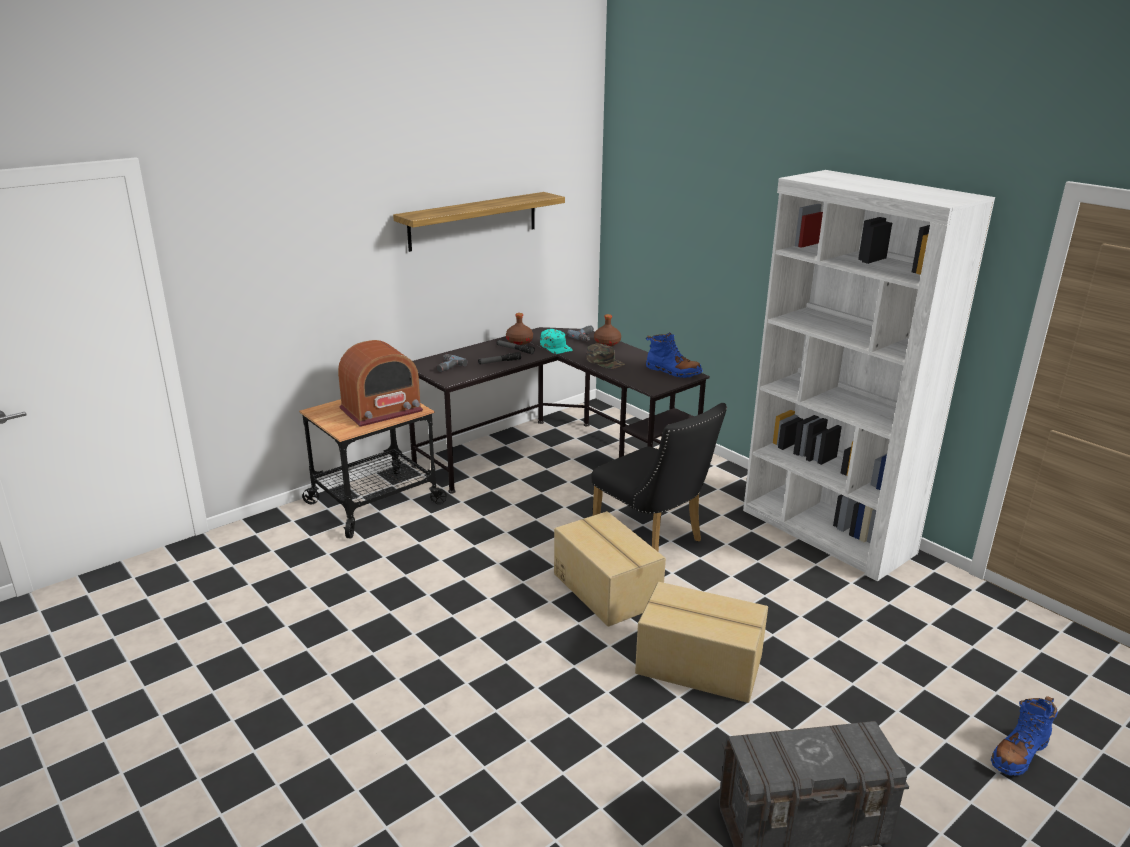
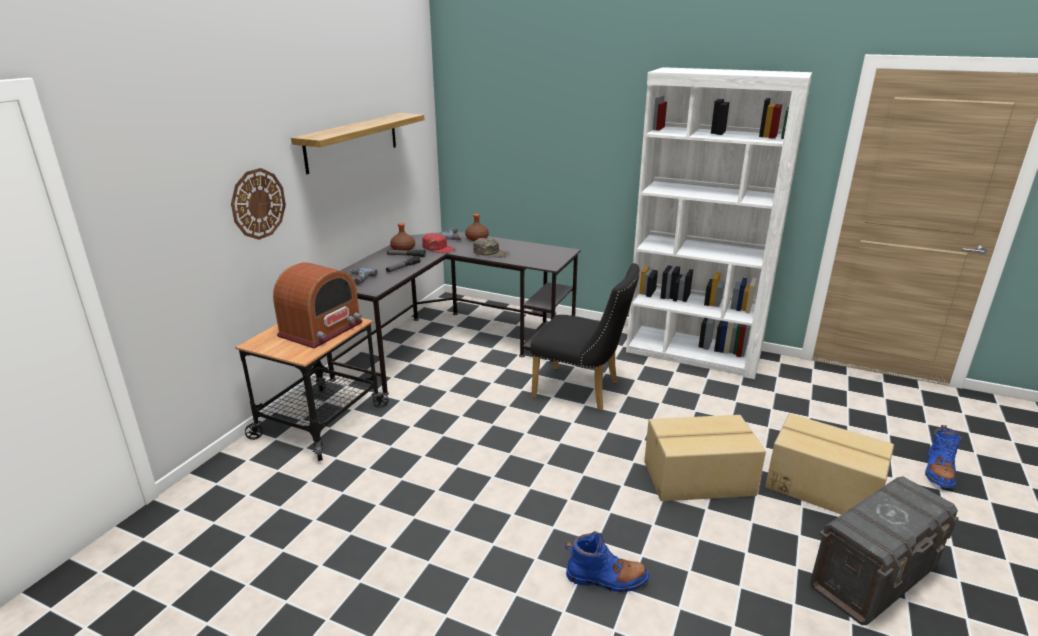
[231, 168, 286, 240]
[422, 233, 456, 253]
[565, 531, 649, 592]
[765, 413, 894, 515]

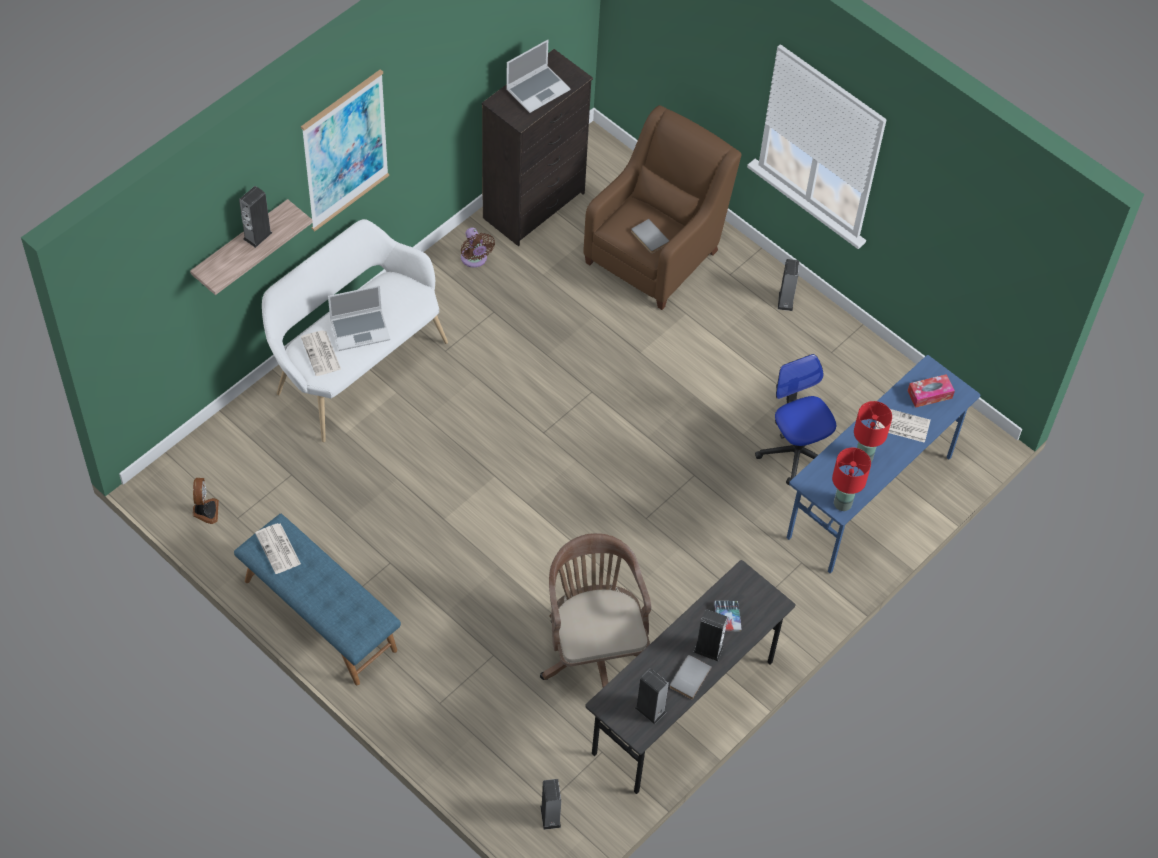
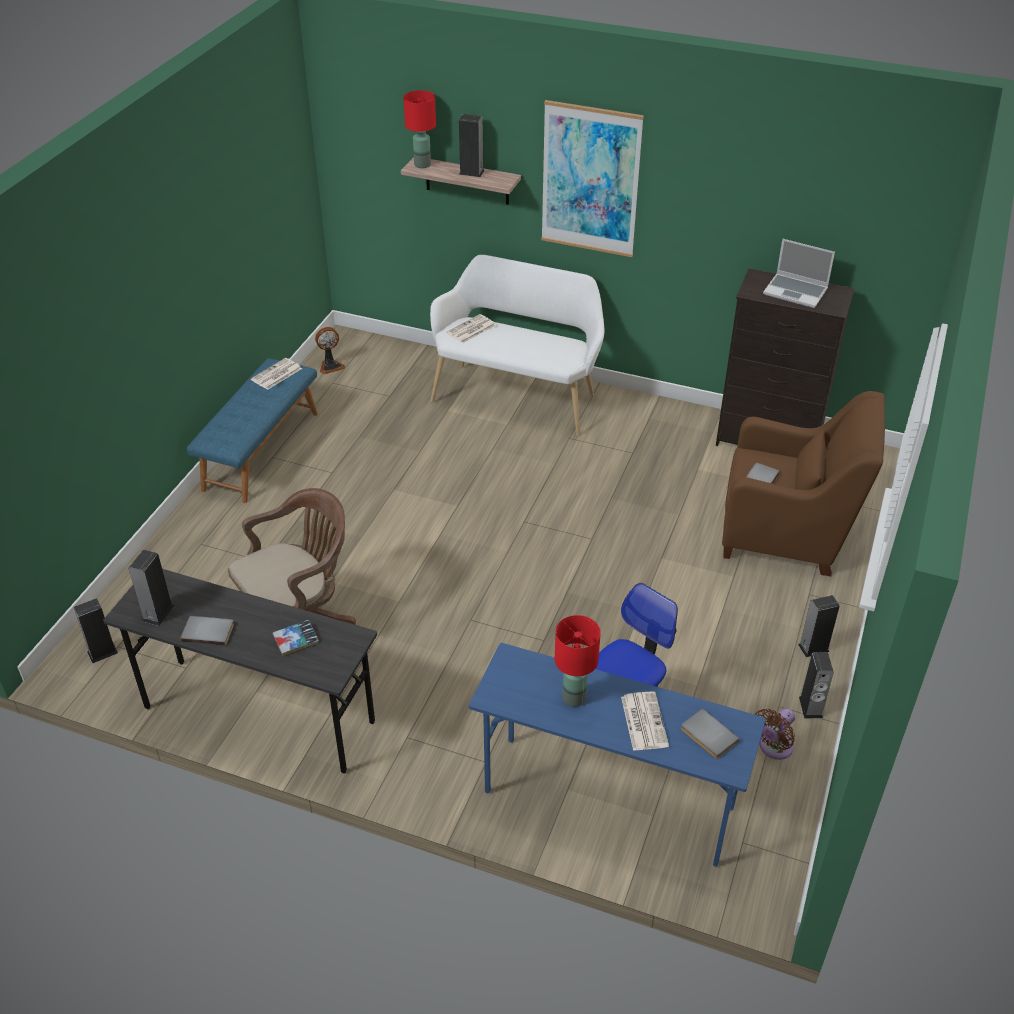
[404, 90, 436, 168]
[681, 708, 740, 759]
[755, 708, 795, 760]
[799, 652, 834, 719]
[328, 285, 390, 351] (first image)

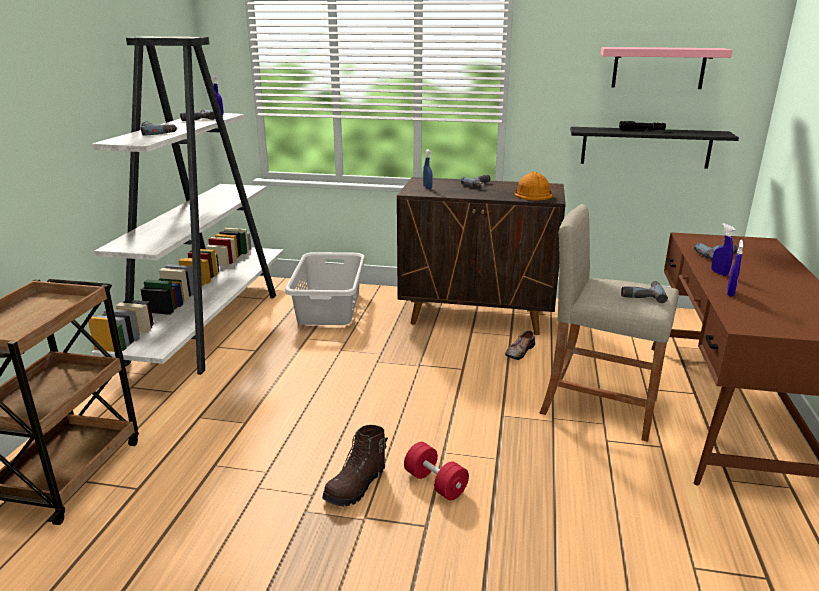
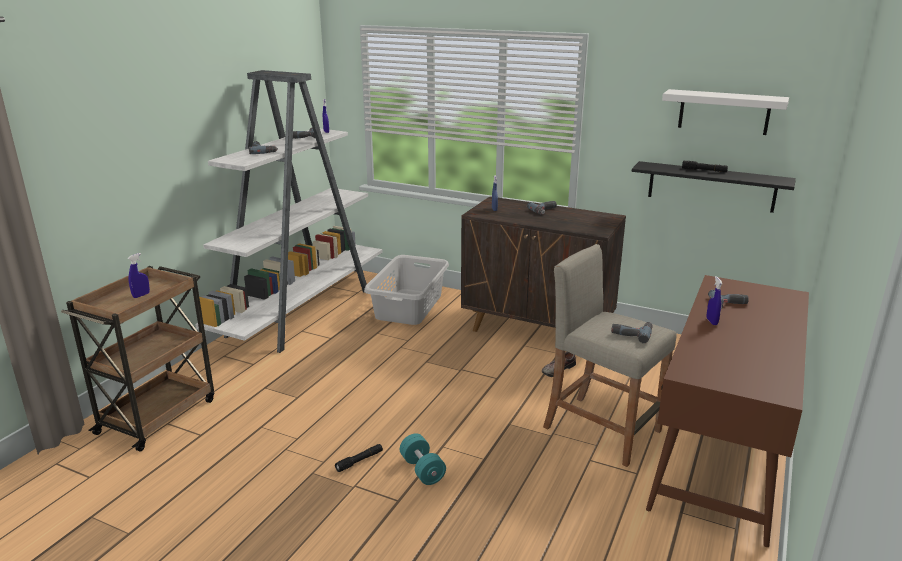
[128, 253, 150, 298]
[335, 444, 383, 472]
[400, 434, 446, 485]
[662, 89, 789, 135]
[514, 172, 552, 201] (first image)

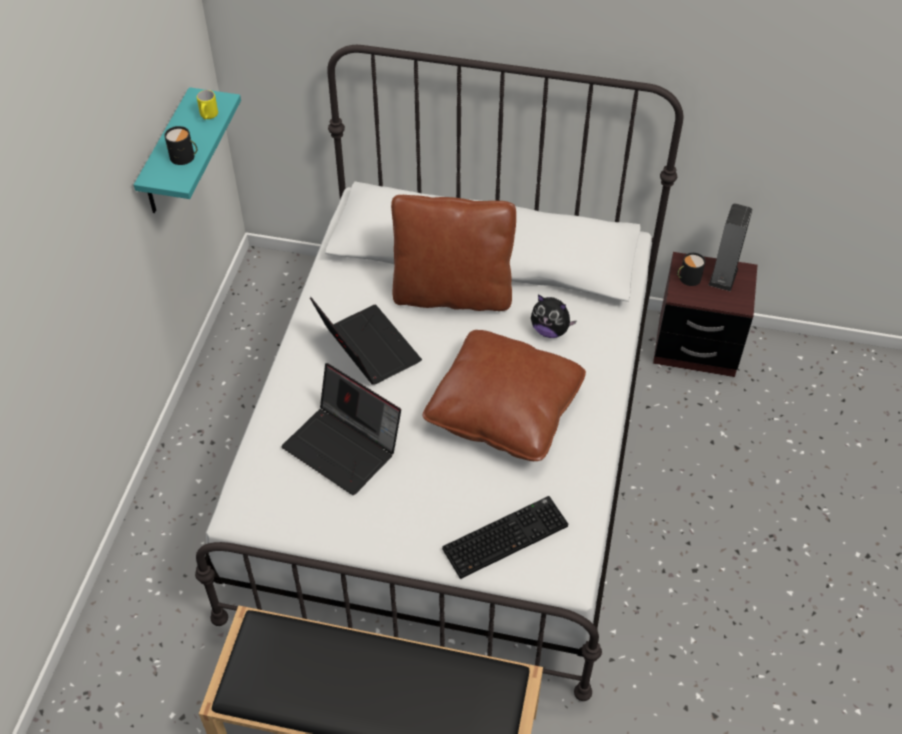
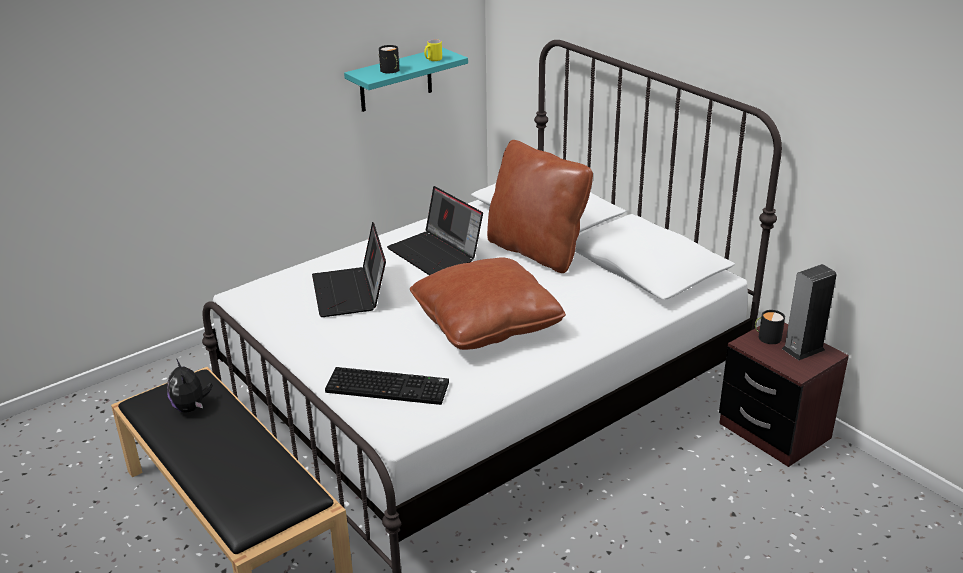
[167, 360, 213, 413]
[387, 186, 483, 275]

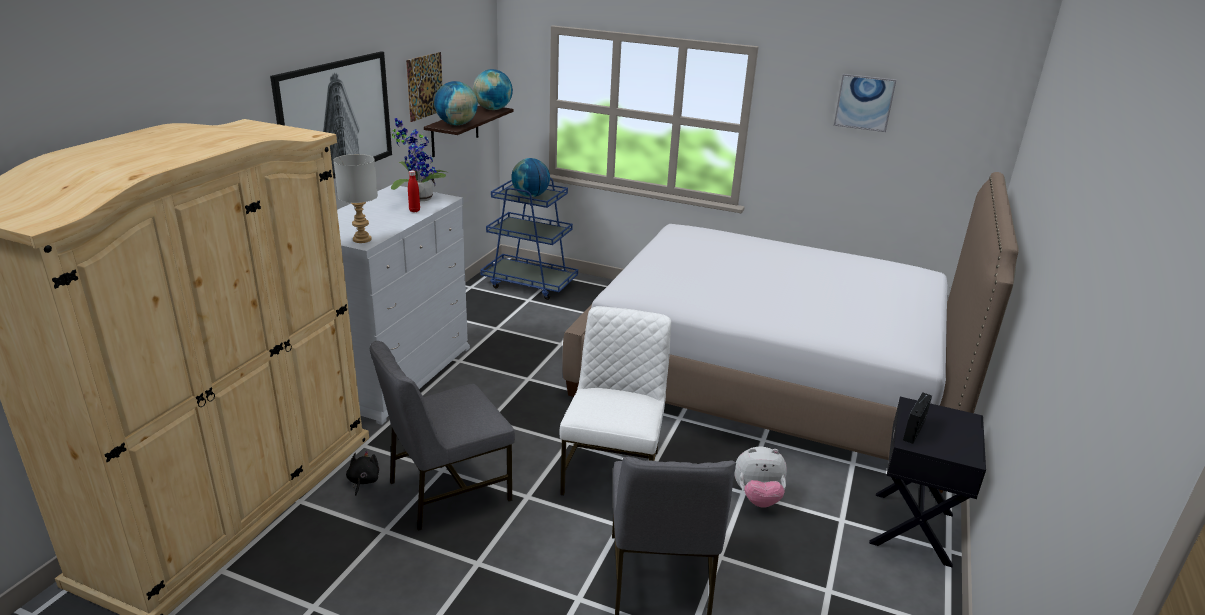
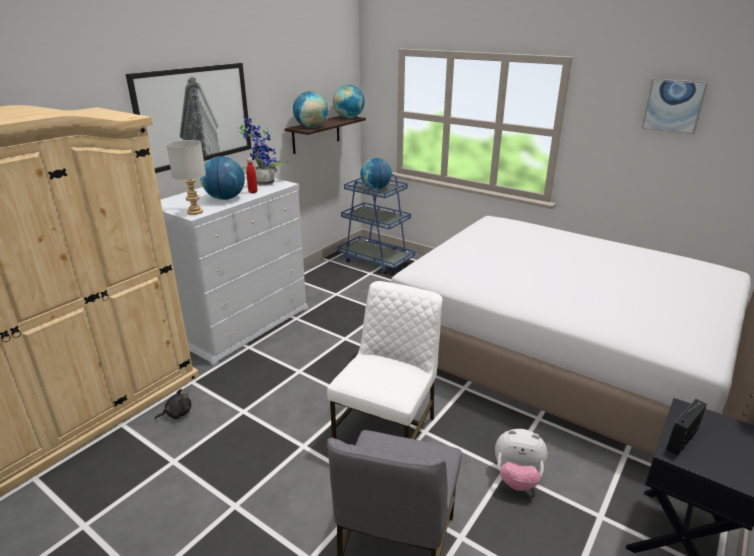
[155, 389, 191, 419]
[200, 156, 245, 200]
[370, 341, 515, 531] (first image)
[406, 52, 443, 122] (first image)

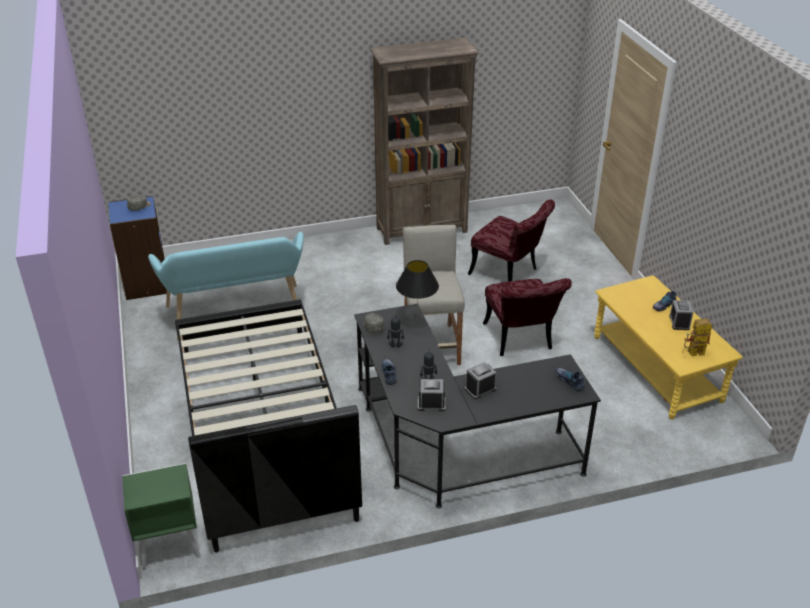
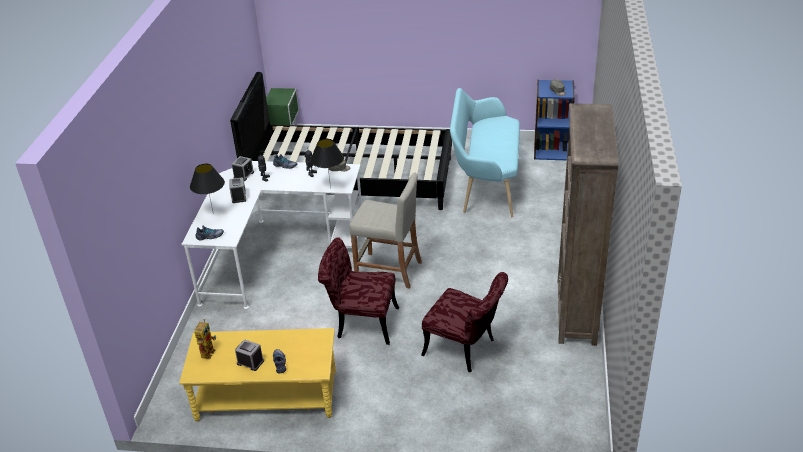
[181, 161, 362, 309]
[190, 164, 225, 214]
[421, 272, 508, 372]

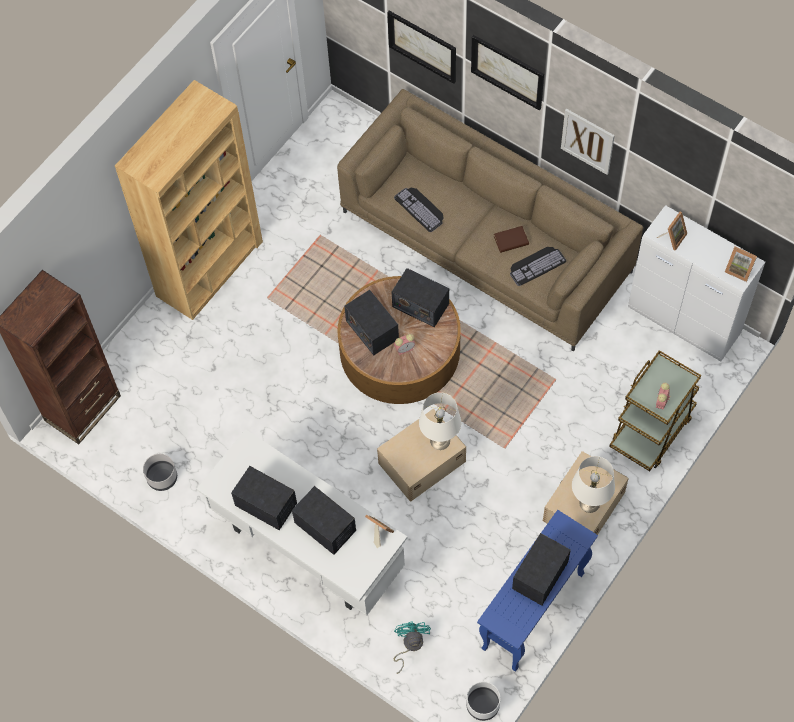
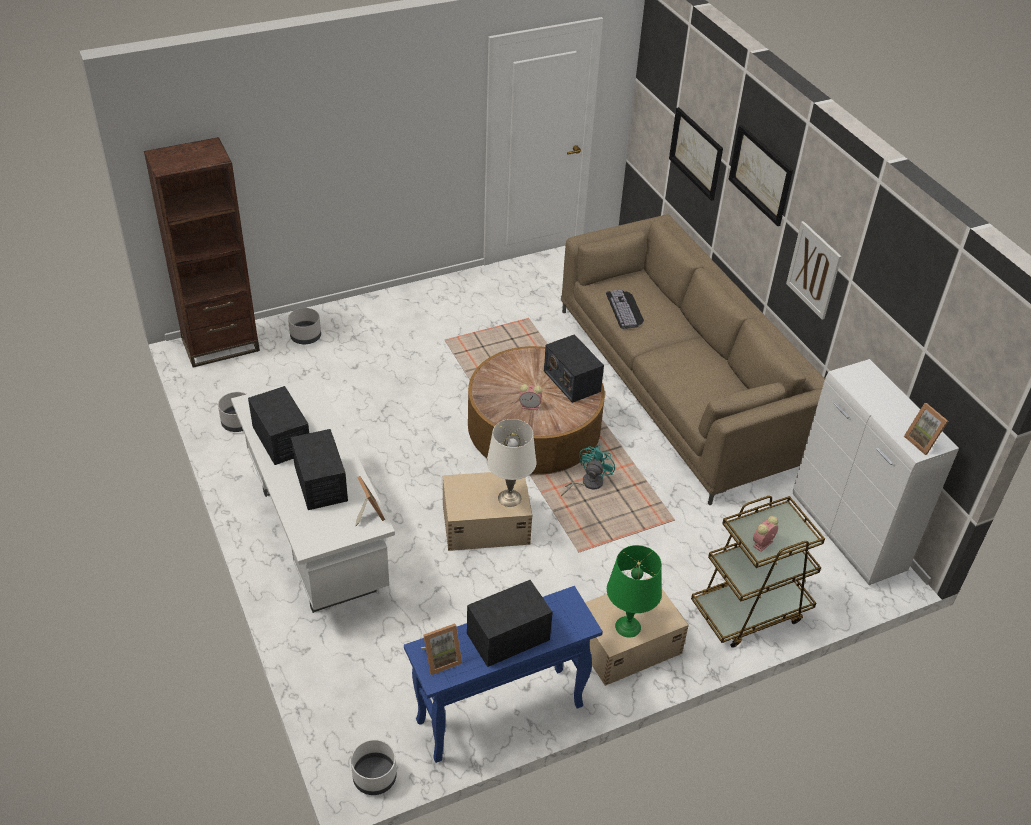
[288, 308, 321, 344]
[421, 623, 462, 675]
[561, 446, 615, 497]
[607, 545, 662, 638]
[115, 80, 263, 320] (first image)
[344, 290, 399, 355] (first image)
[494, 226, 529, 253] (first image)
[510, 247, 566, 286] (first image)

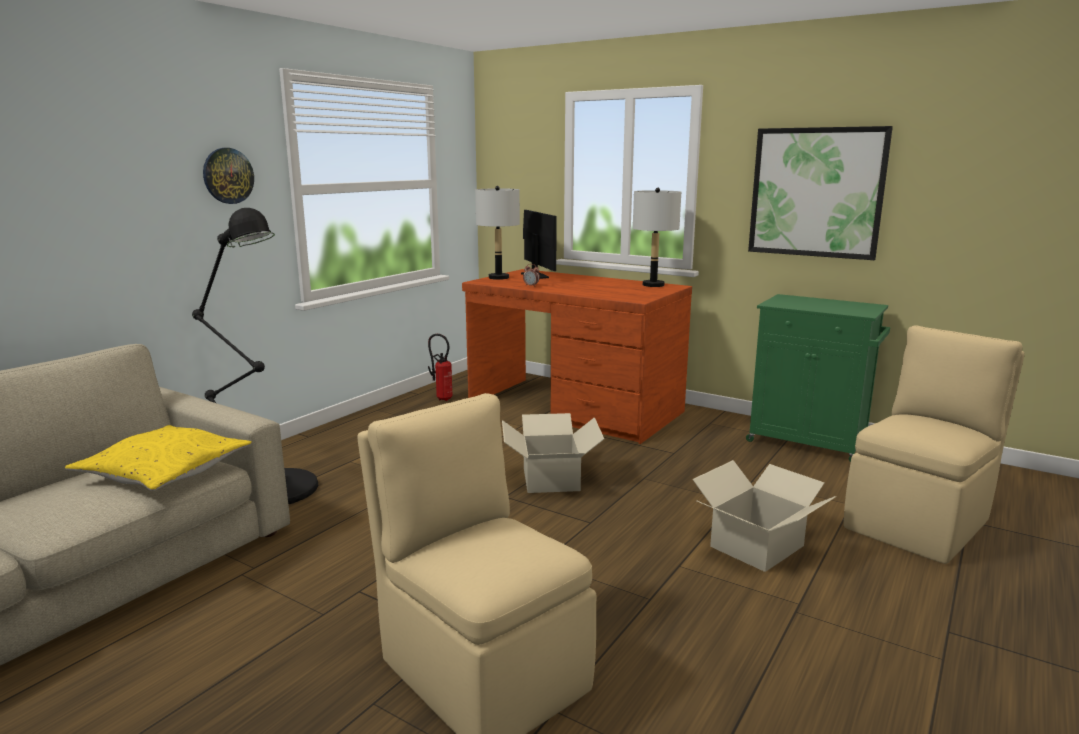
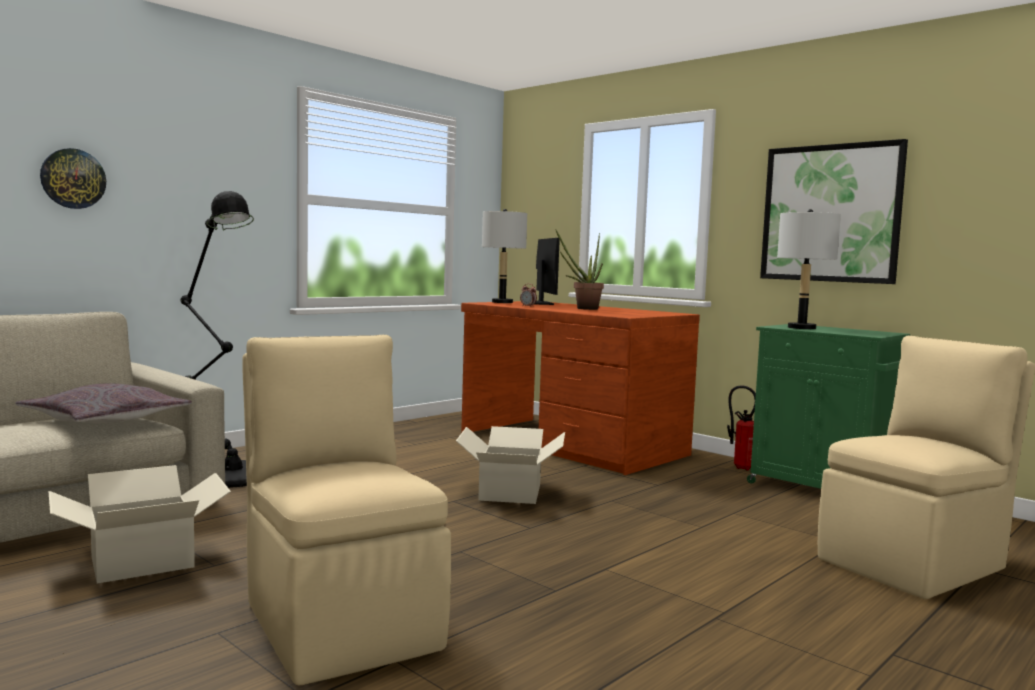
[16, 383, 192, 423]
[40, 148, 106, 209]
[48, 465, 231, 584]
[556, 230, 604, 310]
[727, 385, 756, 470]
[777, 209, 841, 329]

